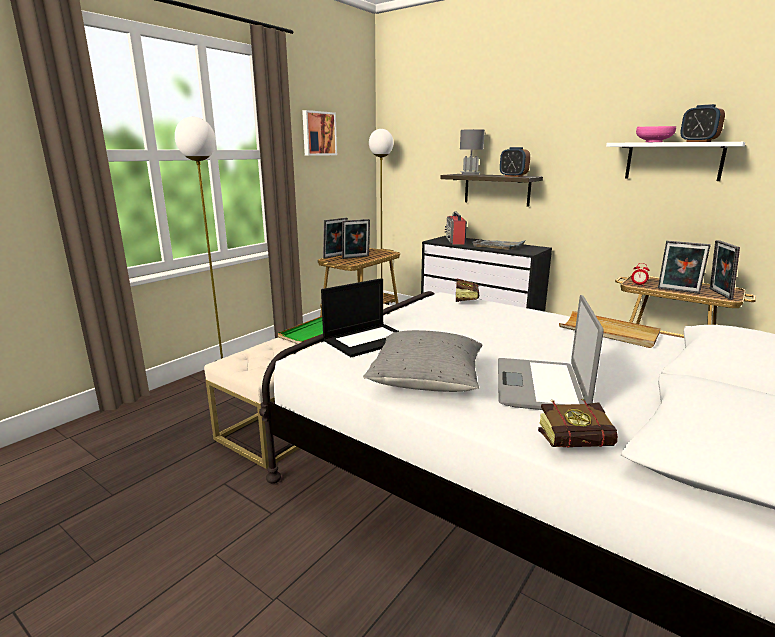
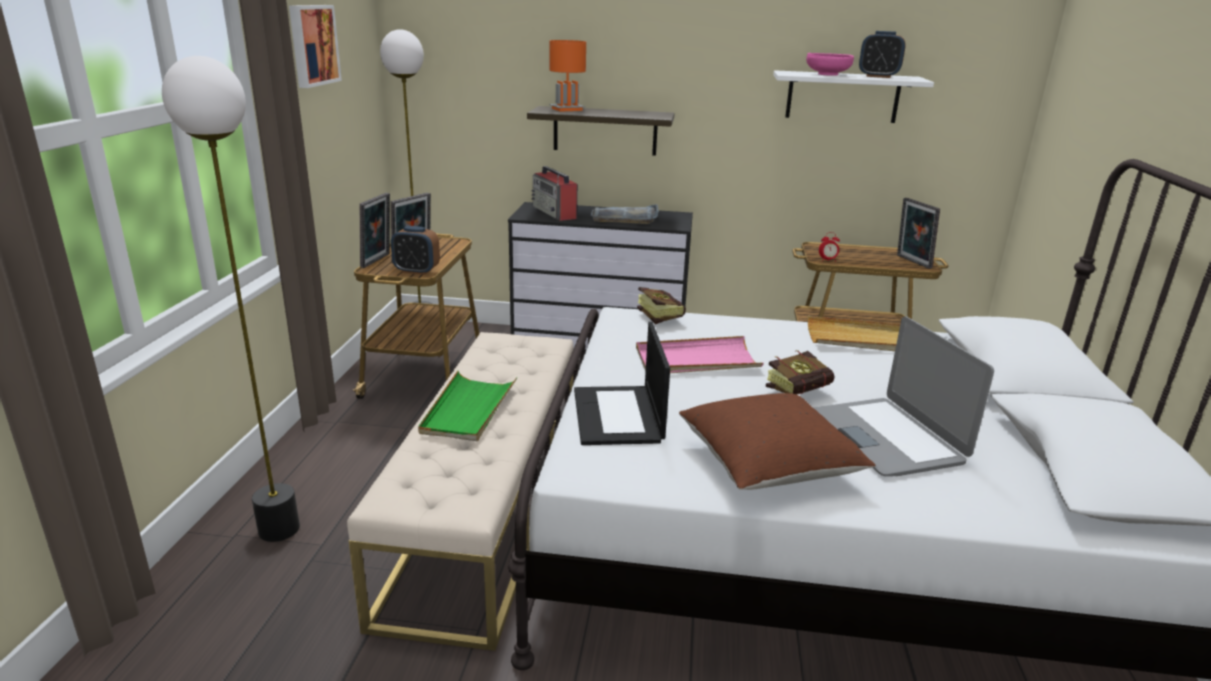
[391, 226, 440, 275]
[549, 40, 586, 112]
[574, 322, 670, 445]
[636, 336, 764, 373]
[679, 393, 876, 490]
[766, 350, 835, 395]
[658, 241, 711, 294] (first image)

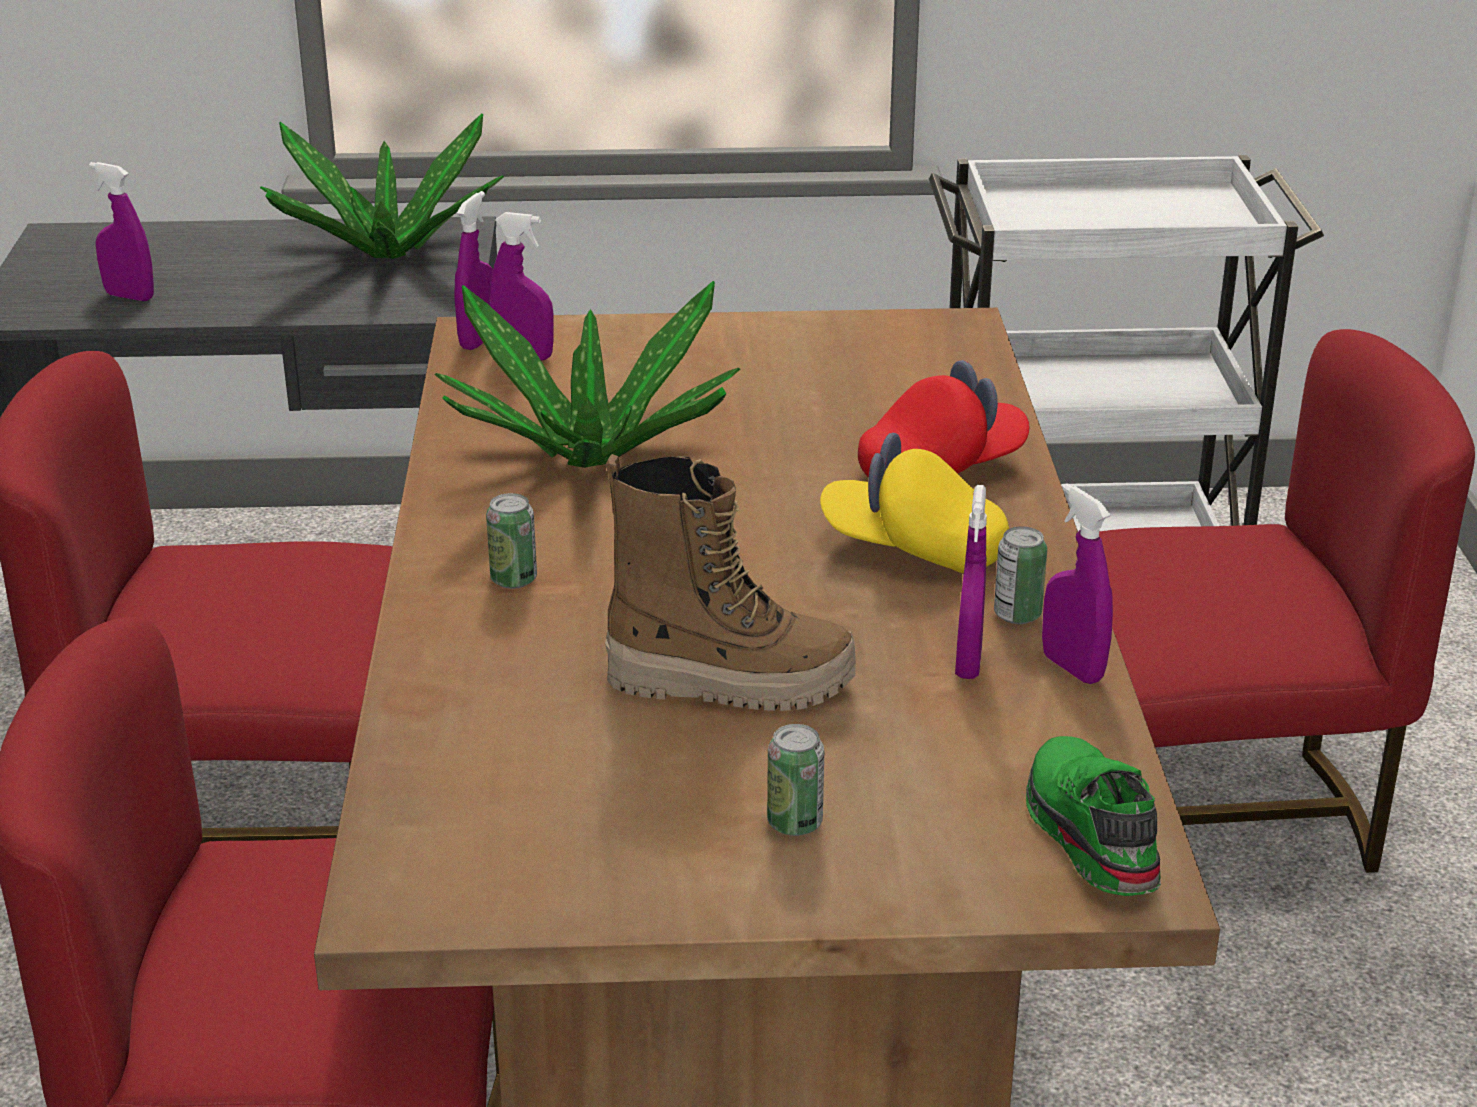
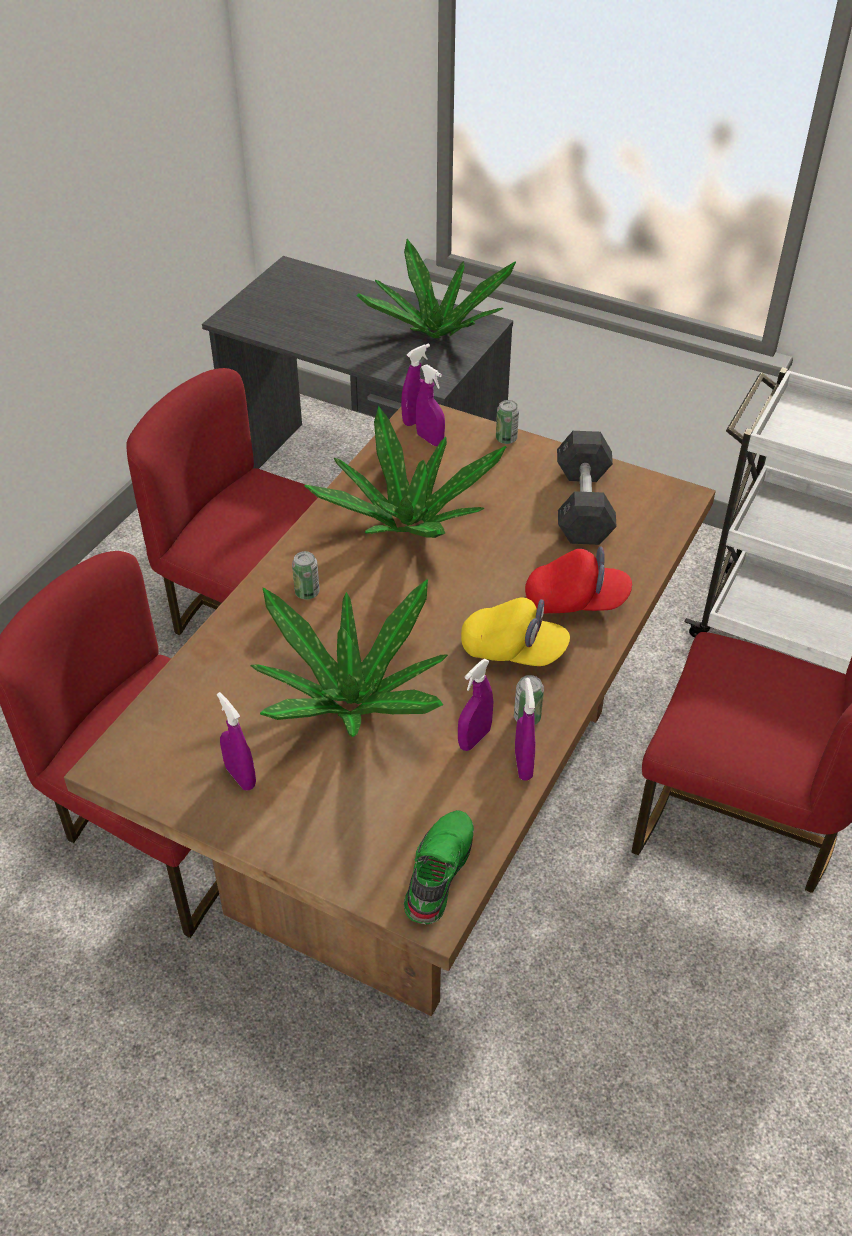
[217, 692, 256, 791]
[251, 579, 448, 737]
[461, 598, 570, 666]
[496, 400, 519, 444]
[557, 431, 617, 545]

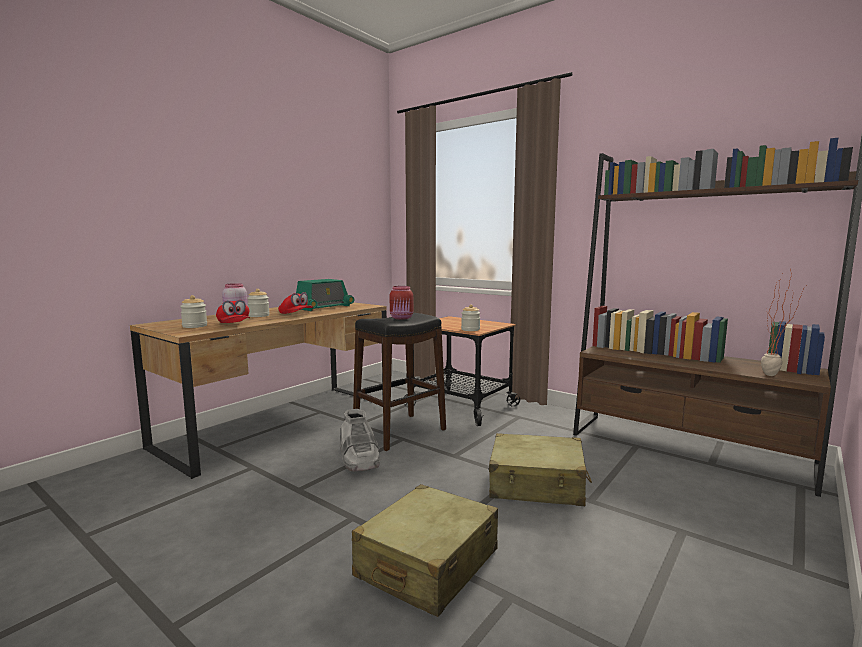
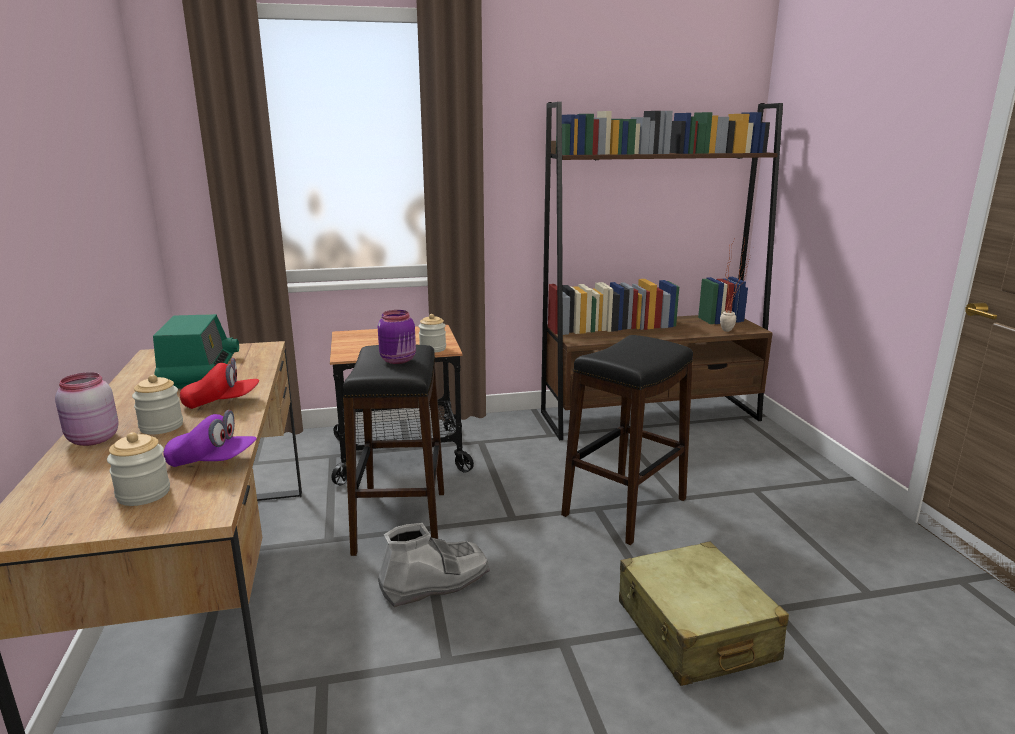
[163, 410, 257, 467]
[378, 310, 416, 364]
[378, 523, 490, 607]
[561, 335, 693, 545]

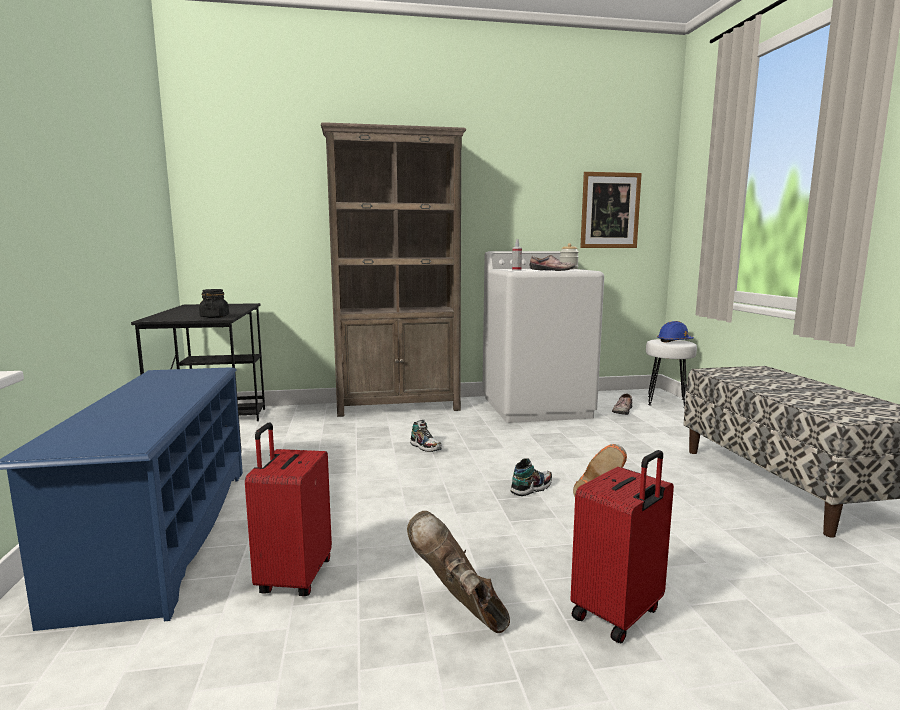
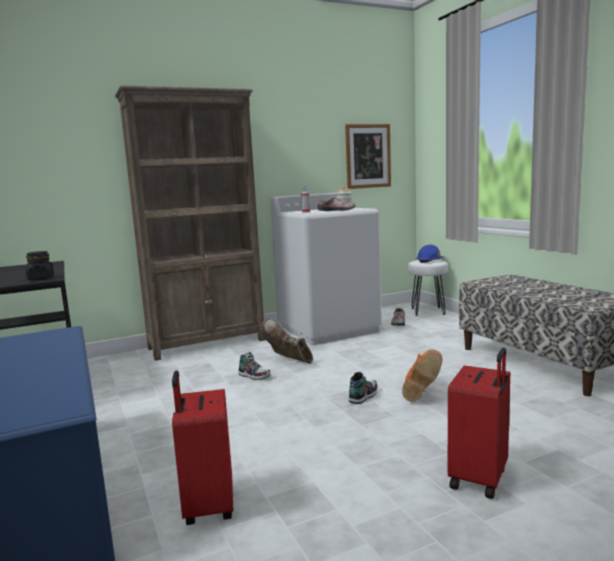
[261, 318, 313, 364]

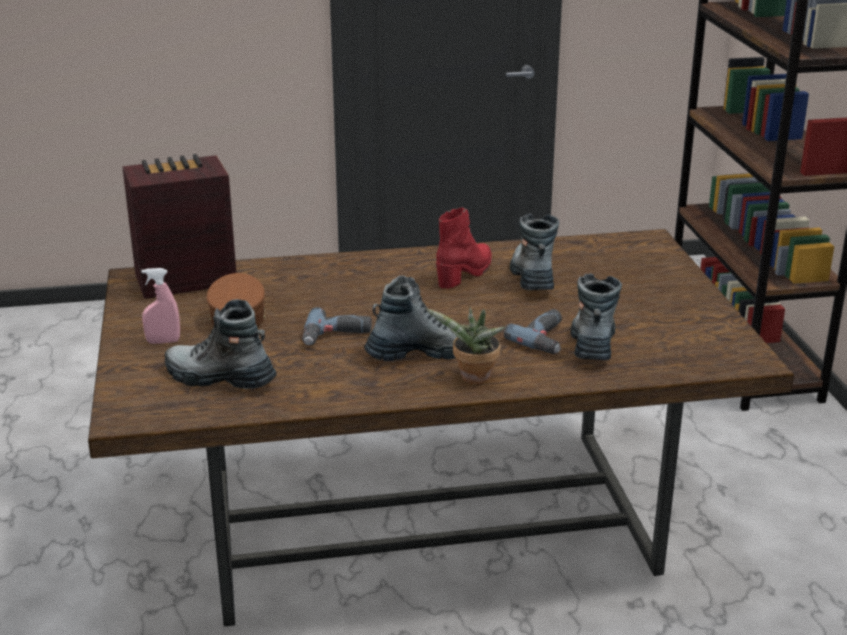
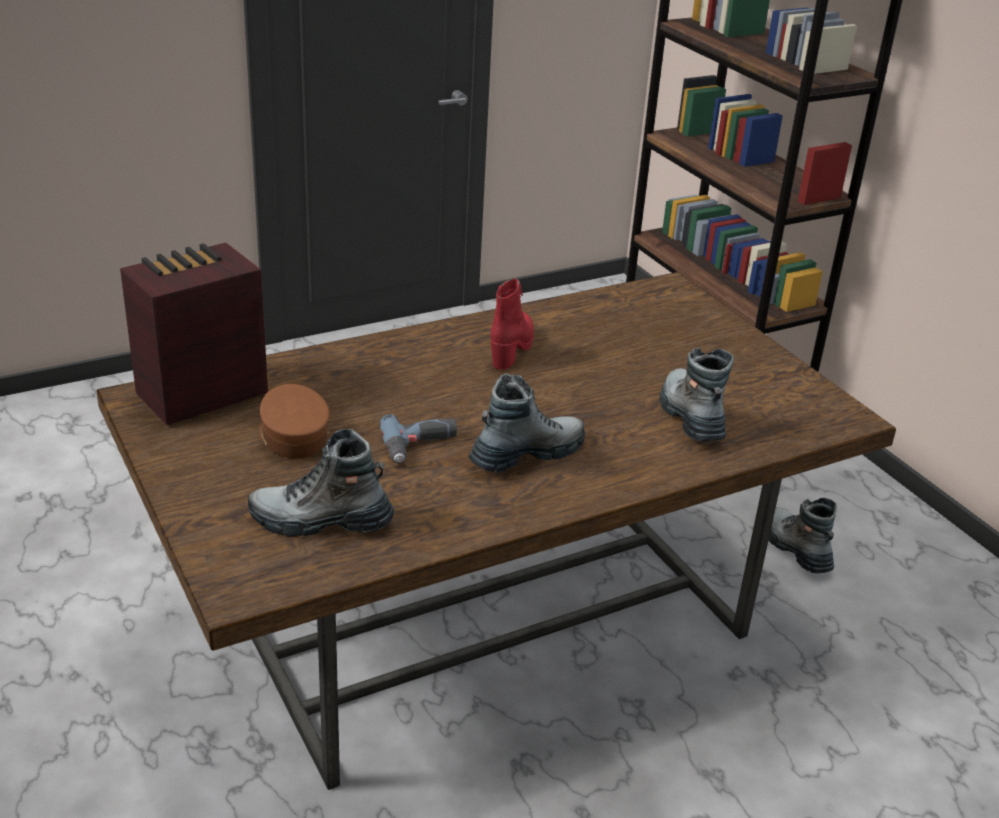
[769, 498, 837, 573]
[142, 268, 180, 344] (first image)
[425, 307, 505, 384] (first image)
[504, 309, 562, 354] (first image)

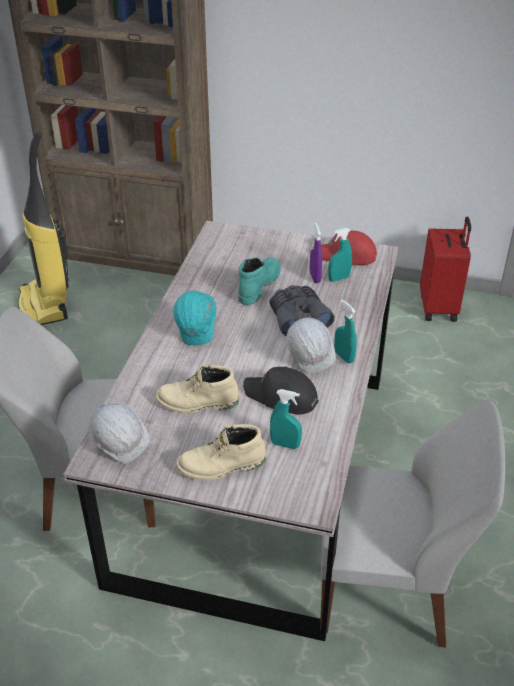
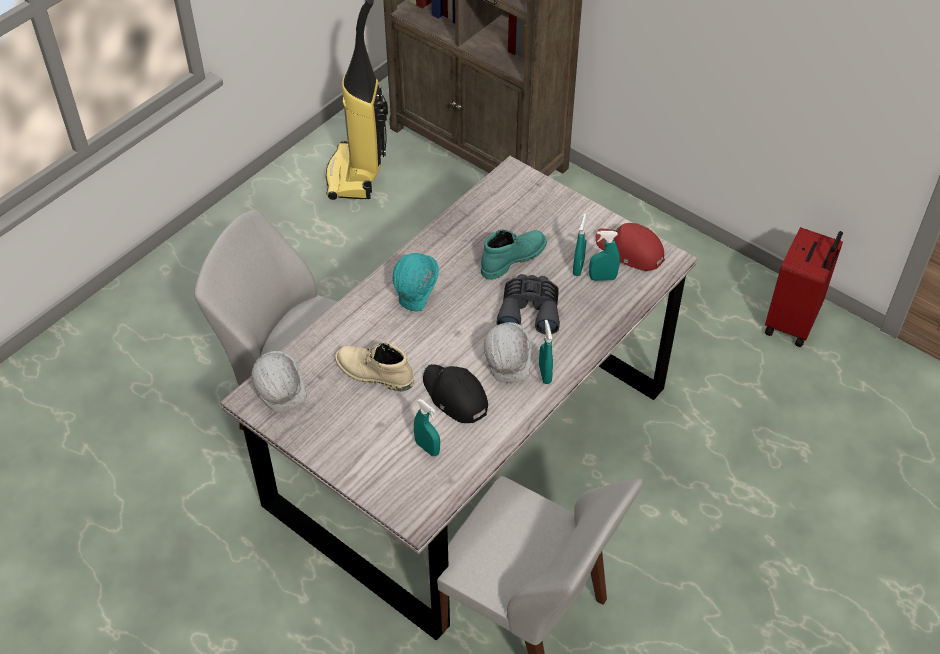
[573, 213, 586, 276]
[176, 424, 266, 480] (first image)

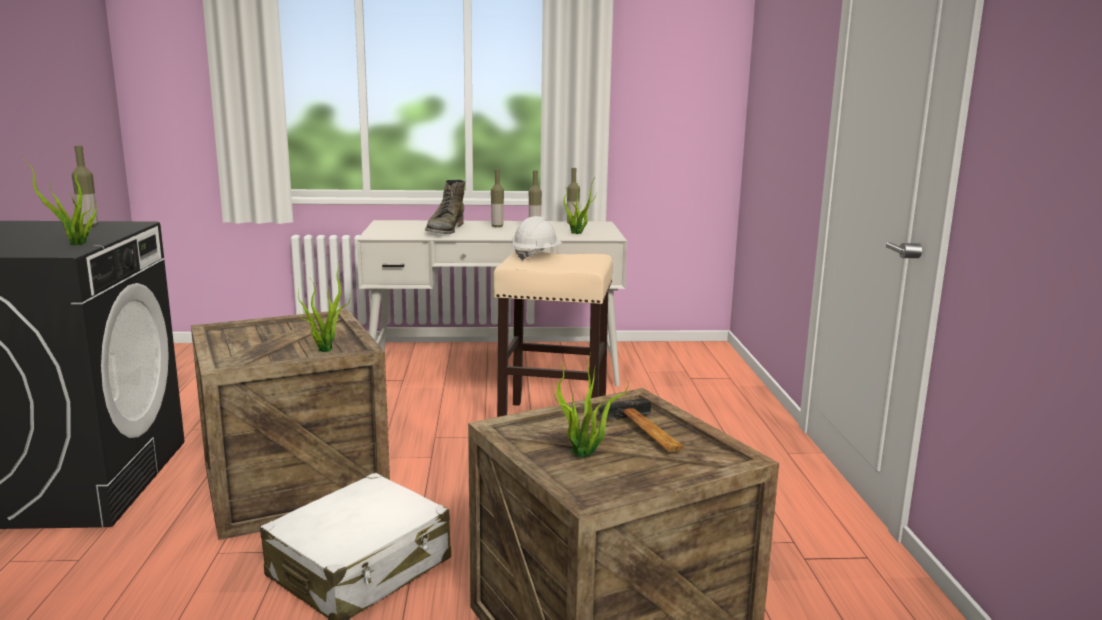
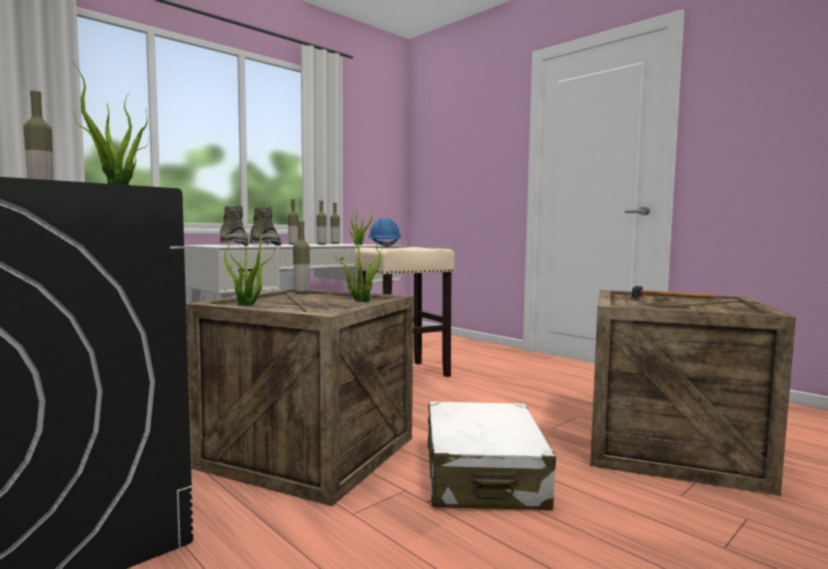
[220, 205, 248, 246]
[224, 221, 275, 306]
[293, 221, 310, 294]
[368, 218, 401, 248]

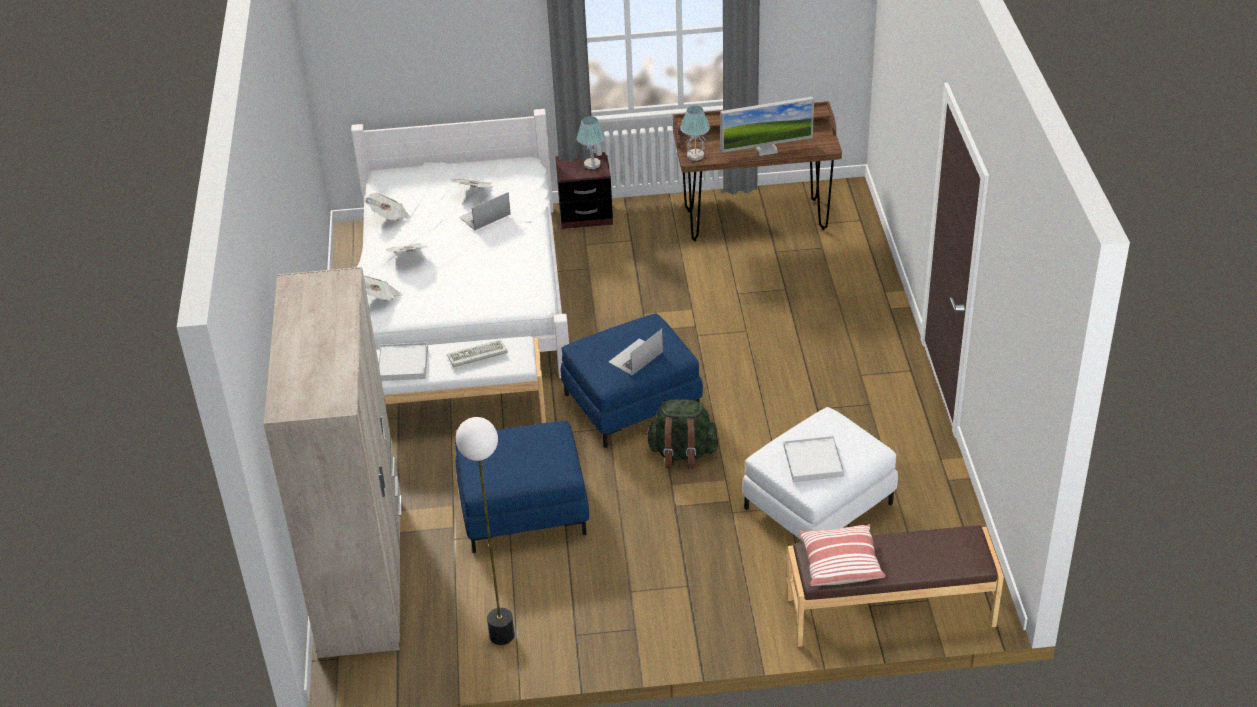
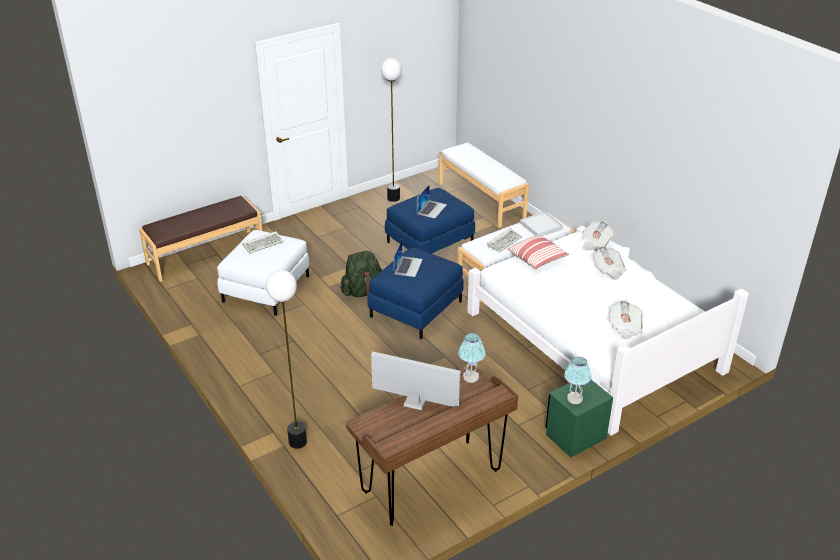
[242, 231, 284, 254]
[266, 270, 307, 449]
[371, 351, 461, 410]
[417, 184, 447, 219]
[439, 142, 529, 228]
[508, 235, 569, 269]
[545, 380, 613, 457]
[364, 193, 411, 221] (first image)

